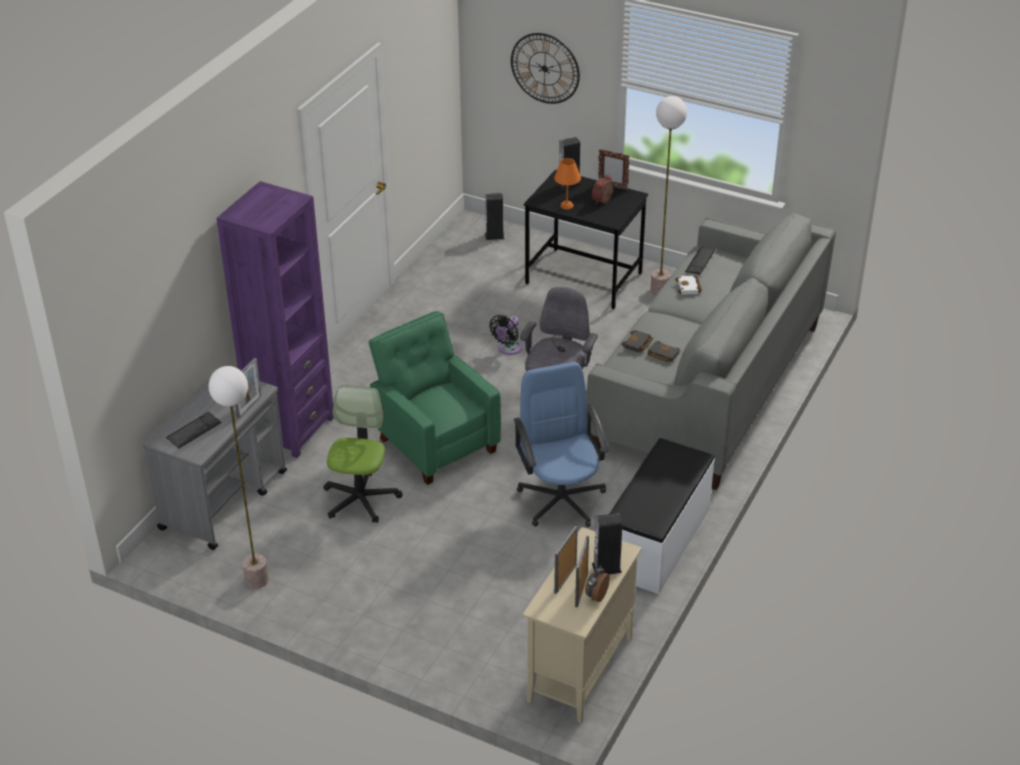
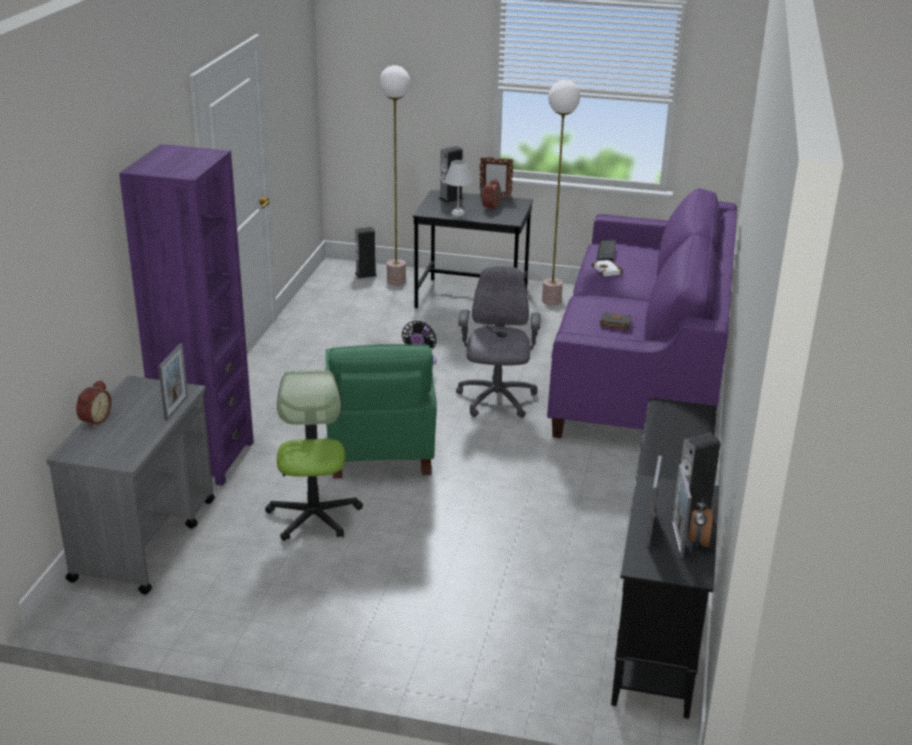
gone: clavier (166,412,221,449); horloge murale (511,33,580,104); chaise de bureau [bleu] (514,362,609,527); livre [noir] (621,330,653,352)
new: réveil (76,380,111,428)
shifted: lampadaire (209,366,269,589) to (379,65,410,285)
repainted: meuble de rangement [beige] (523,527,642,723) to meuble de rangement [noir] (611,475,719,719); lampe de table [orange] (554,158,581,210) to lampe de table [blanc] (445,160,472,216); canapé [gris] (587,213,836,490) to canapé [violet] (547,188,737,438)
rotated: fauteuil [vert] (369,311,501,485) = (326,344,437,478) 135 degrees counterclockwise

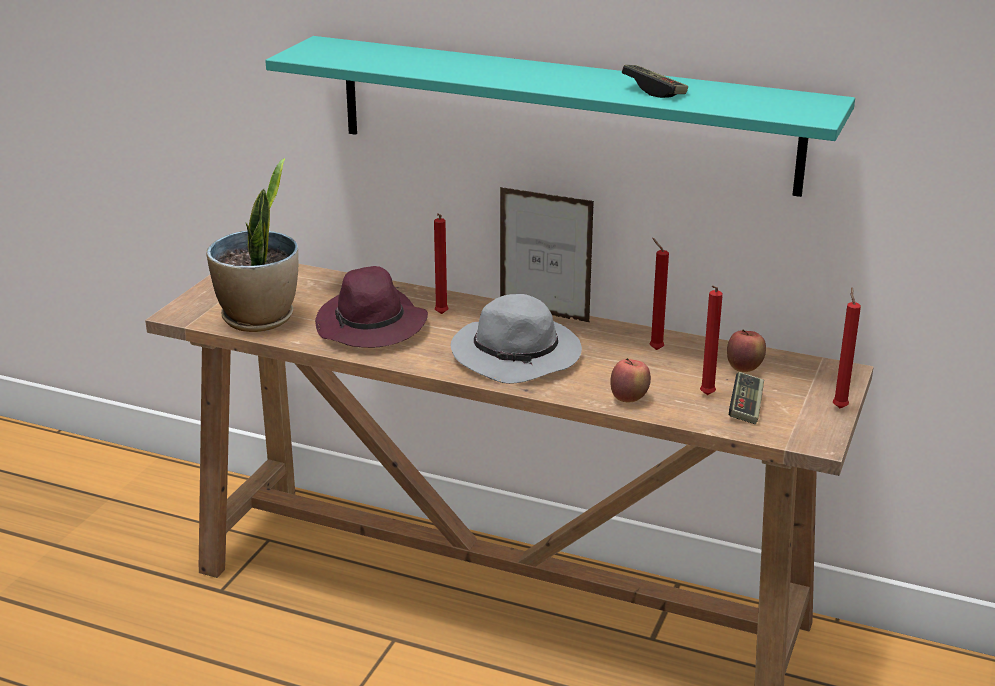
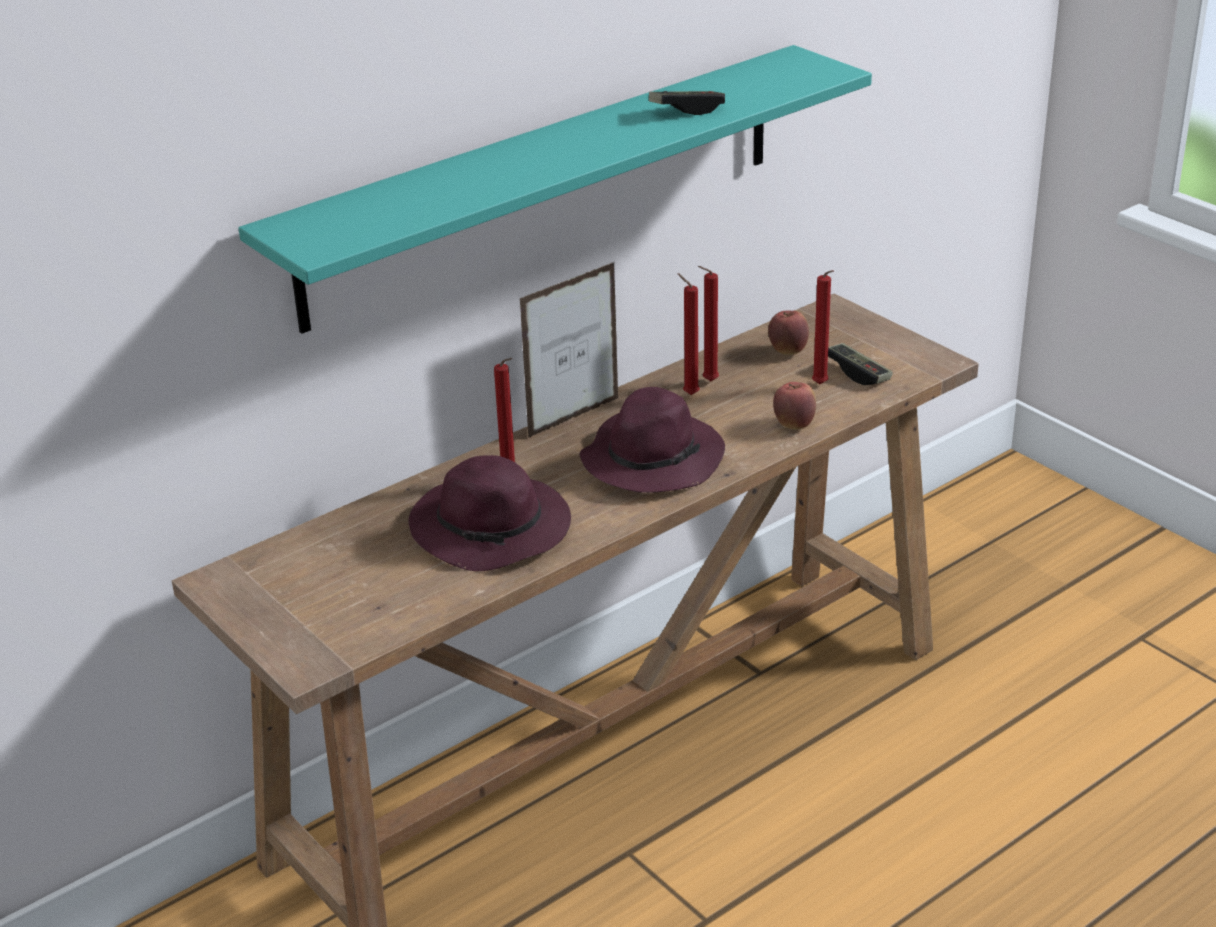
gone: plante en pot (206,158,298,332)
shifted: bougie [rouge] (833,287,861,408) to (678,273,700,395)
repainted: chapeau [gris] (451,294,582,384) to chapeau [violet] (579,387,725,493)

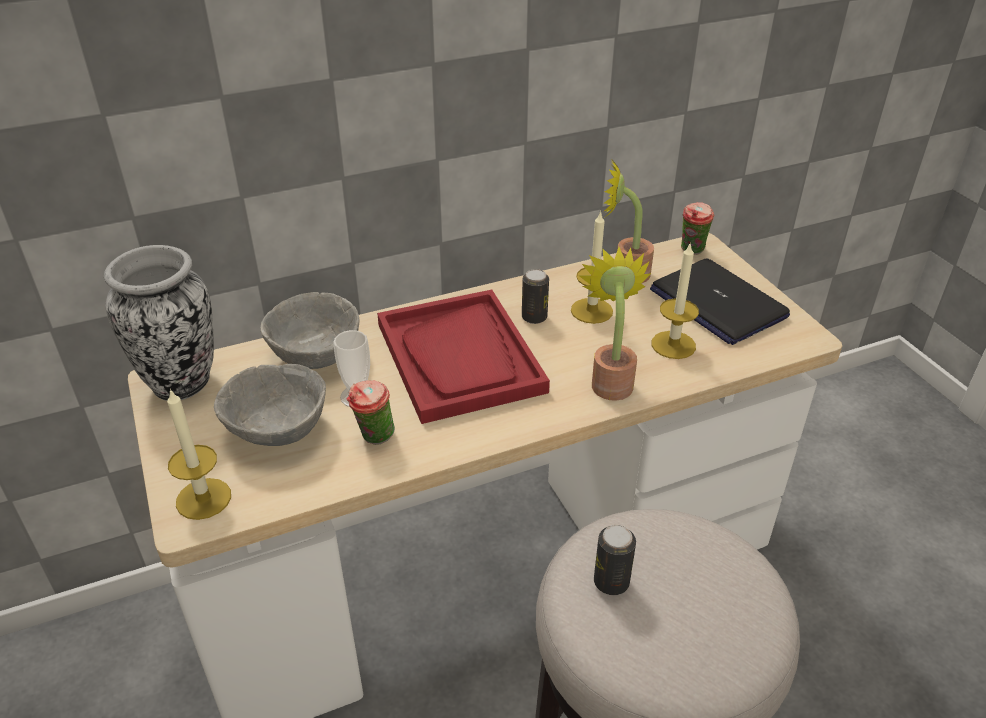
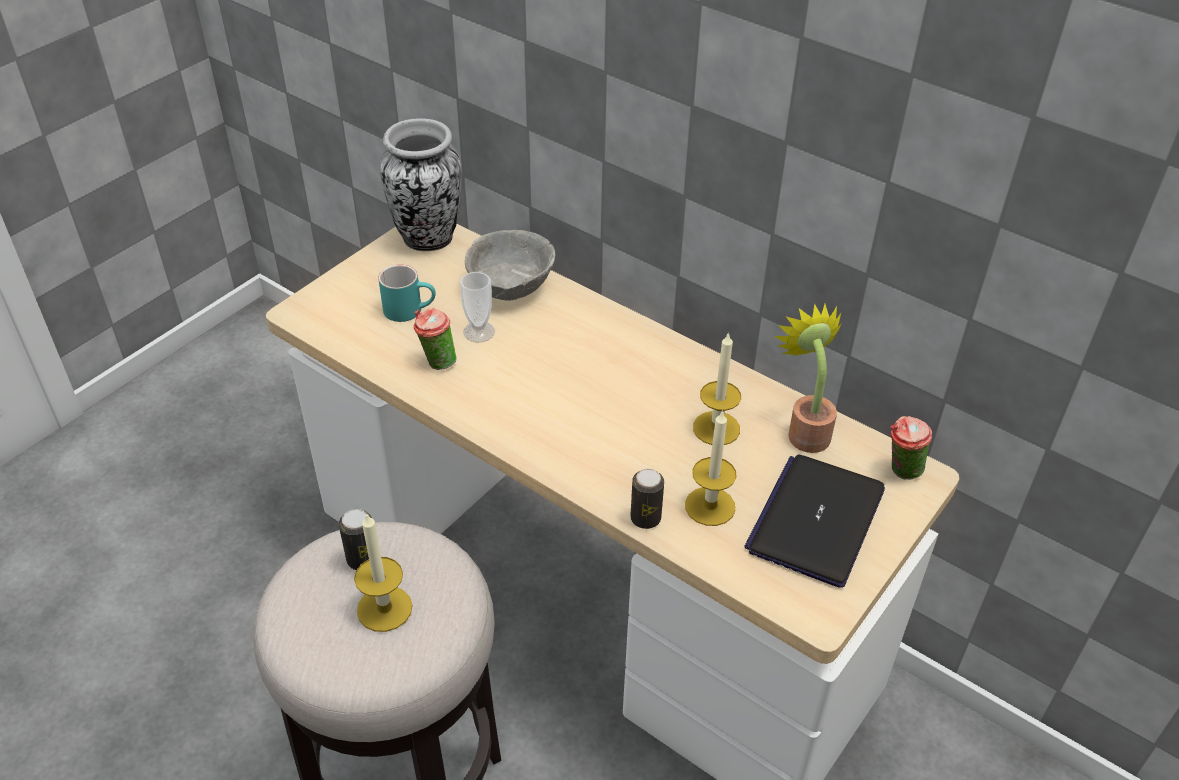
gone: plateau [rouge] (377,290,550,424); plante en pot (579,247,651,401)
shifted: bougie (167,388,231,520) to (354,513,413,632); boîte métallique (522,269,549,324) to (630,469,664,529)
swapped: bol [gris] (214,364,326,446) to mug [turquoise] (378,265,436,322)

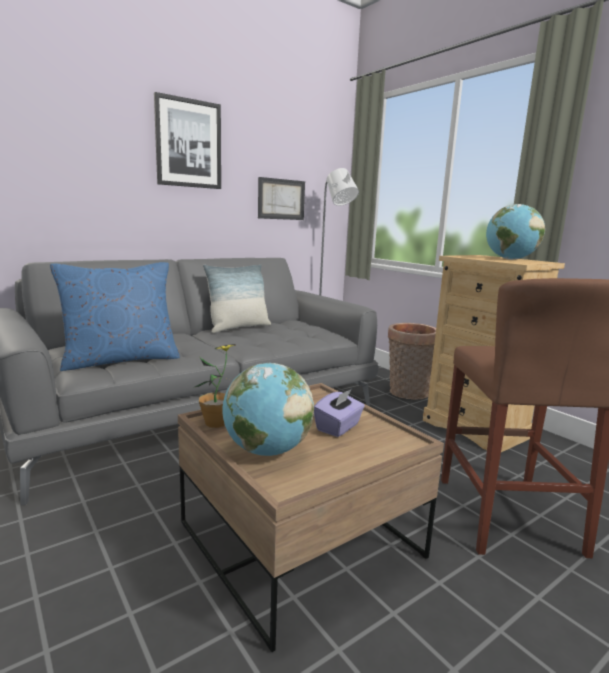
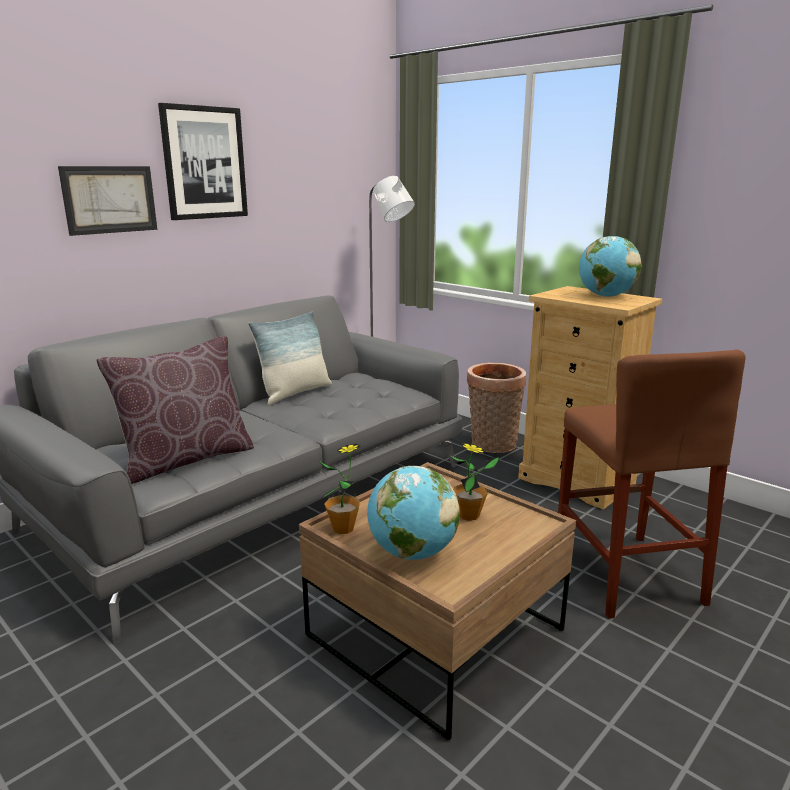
shifted: tableau (258,177,305,220) to (58,166,157,236)
swapped: boîte à mouchoirs [violet] (314,389,365,437) to plante en pot (450,443,499,521)
repainted: coussin [bleu] (50,262,180,371) to coussin [marron] (96,336,254,484)

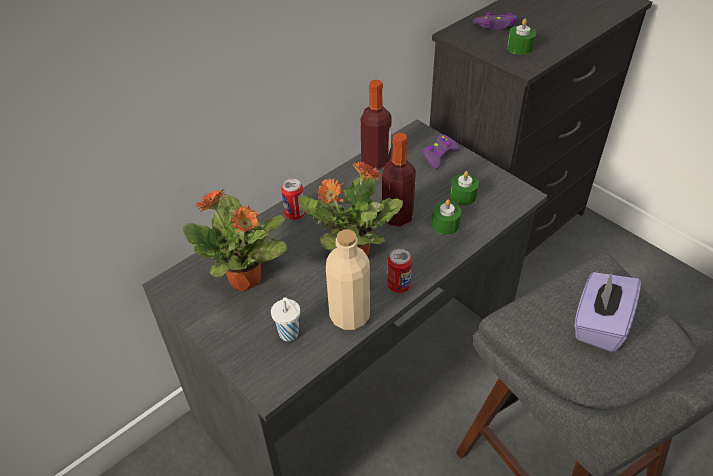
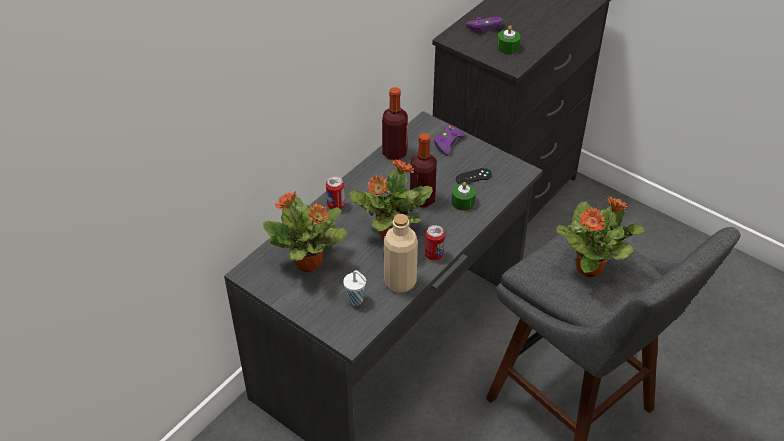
swapped: bougie [vert] (450,171,479,205) to manette [noir] (456,168,492,184); boîte à mouchoirs [violet] (574,272,641,352) to plante en pot (556,196,645,278)

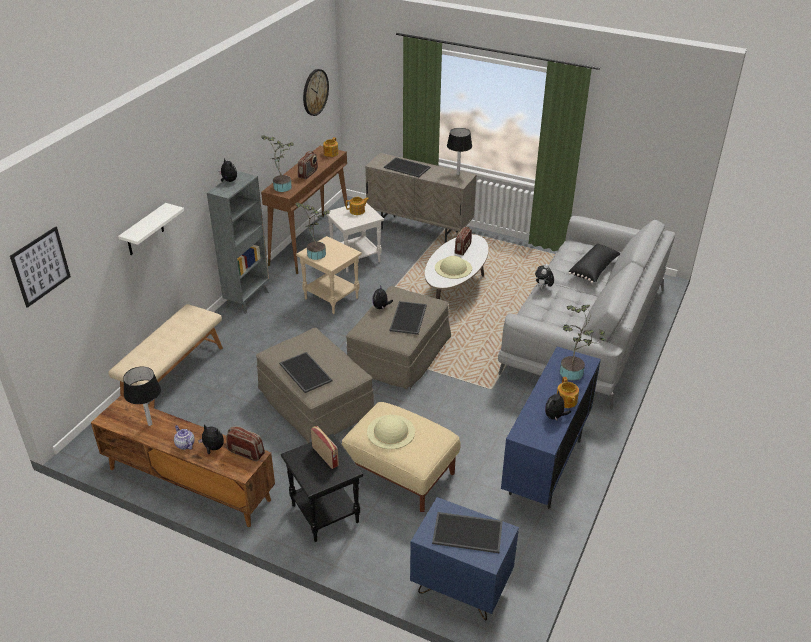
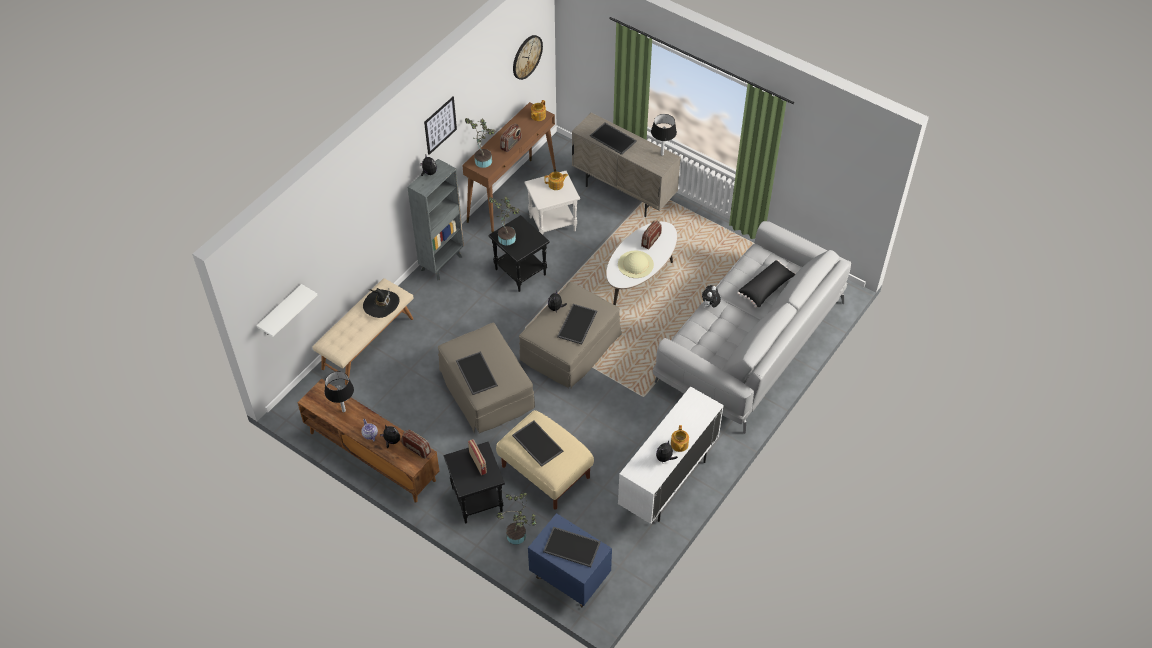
new: chapeau [noir] (363,288,400,318)
shifted: tableau (10,226,71,308) to (424,97,457,155); étagère [blanc] (118,203,184,255) to (256,284,317,337); plante en pot (560,305,606,380) to (497,492,537,545)
swapped: chapeau [beige] (367,415,415,449) to plateau (512,420,563,467)
repainted: table d'appoint [beige] (296,236,362,314) to table d'appoint [noir] (488,215,550,292); meuble de rangement [bleu] (501,347,601,509) to meuble de rangement [blanc] (618,386,724,524)

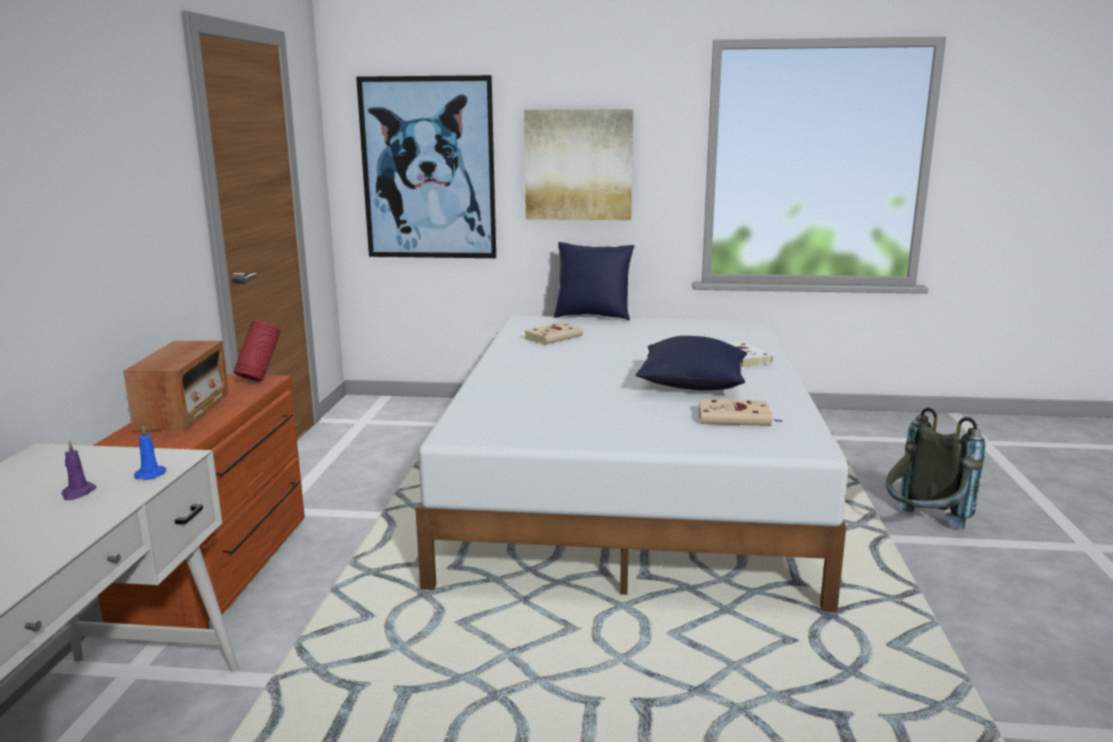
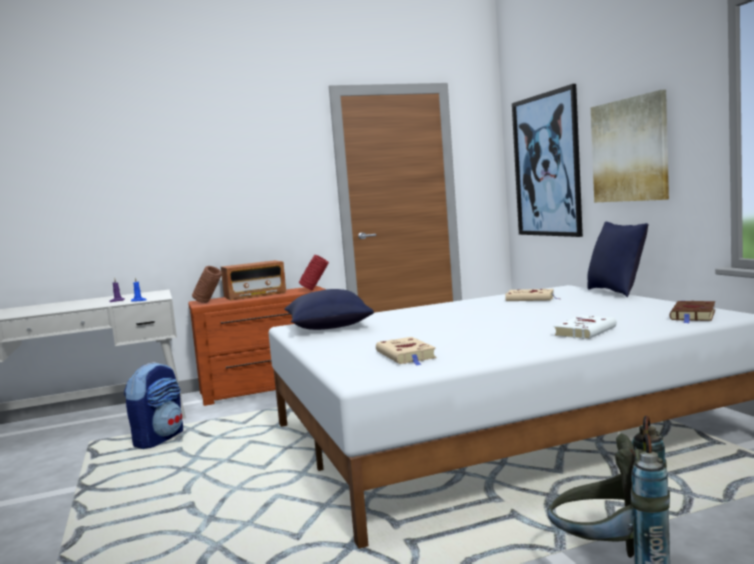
new: sac à dos (124,362,183,449); vase [marron] (192,266,222,303); livre [marron] (670,301,715,323)
shifted: coussin [bleu] (636,336,747,391) to (284,289,374,330)

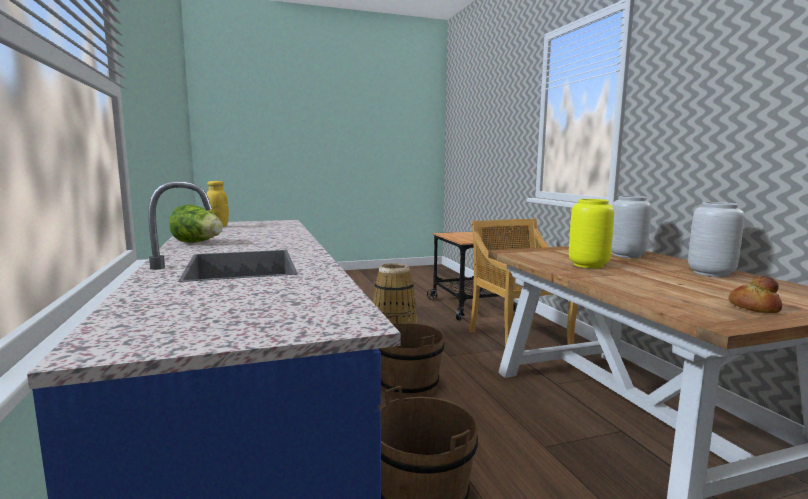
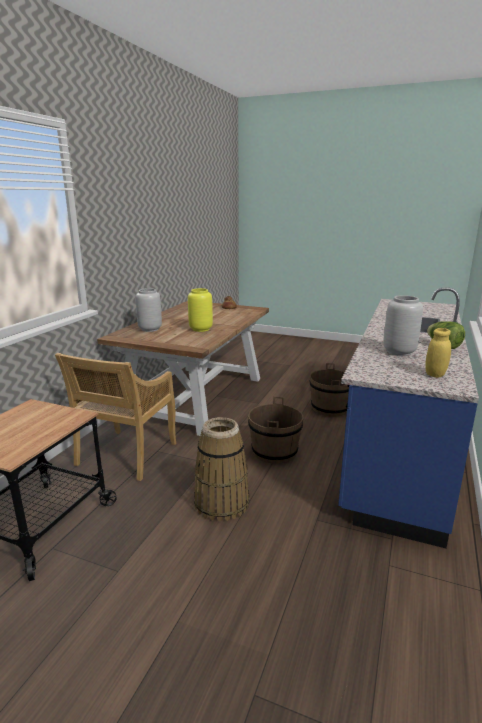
shifted: vase [gris] (688,202,744,277) to (383,295,423,356)

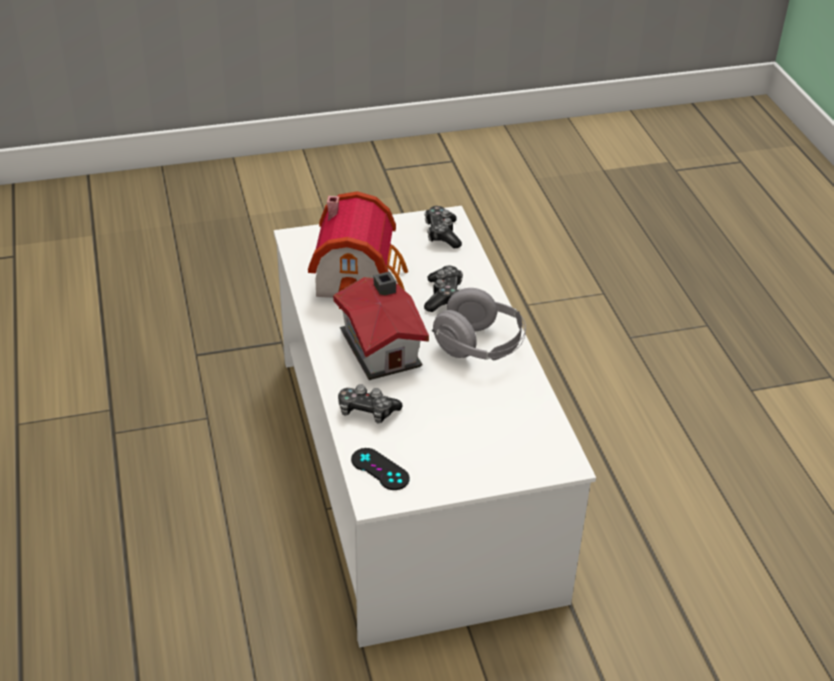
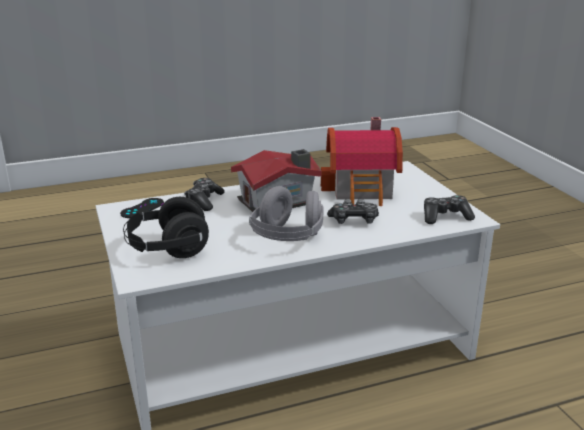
new: casque audio [noir] (123,197,209,258)

